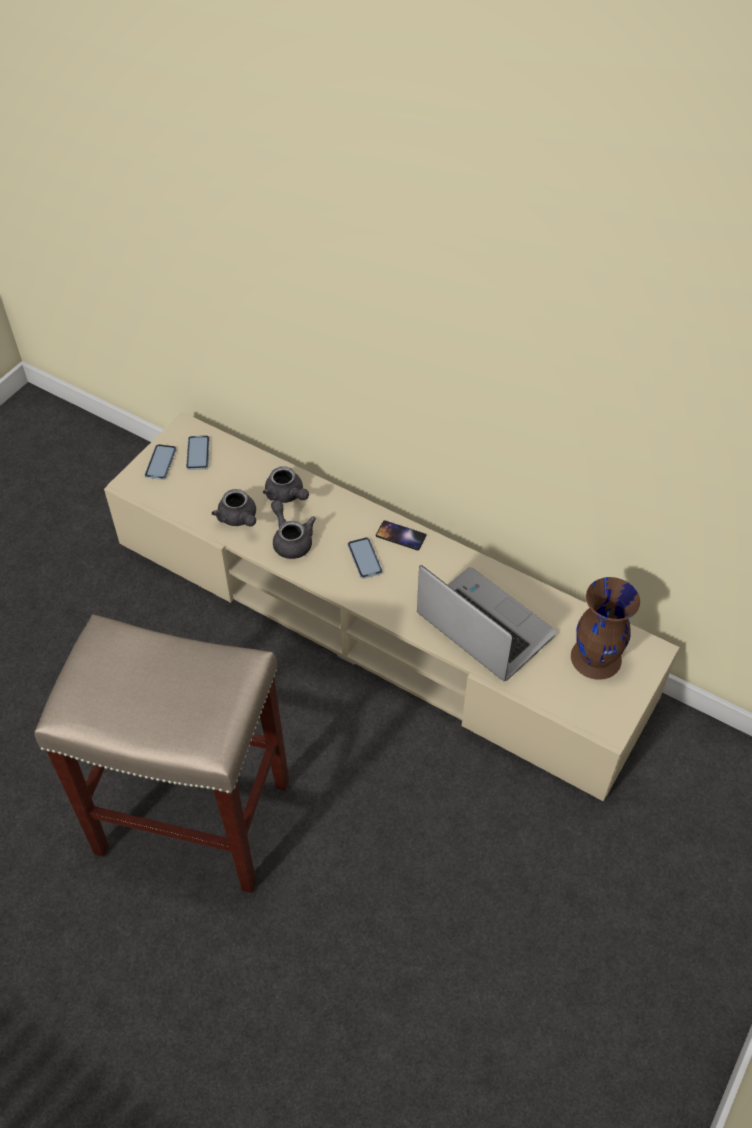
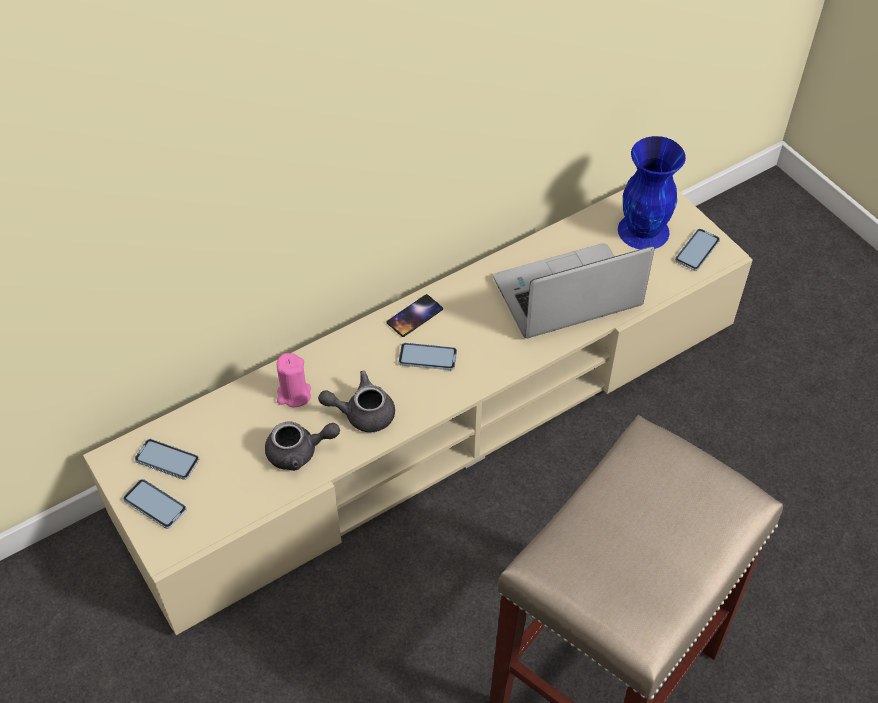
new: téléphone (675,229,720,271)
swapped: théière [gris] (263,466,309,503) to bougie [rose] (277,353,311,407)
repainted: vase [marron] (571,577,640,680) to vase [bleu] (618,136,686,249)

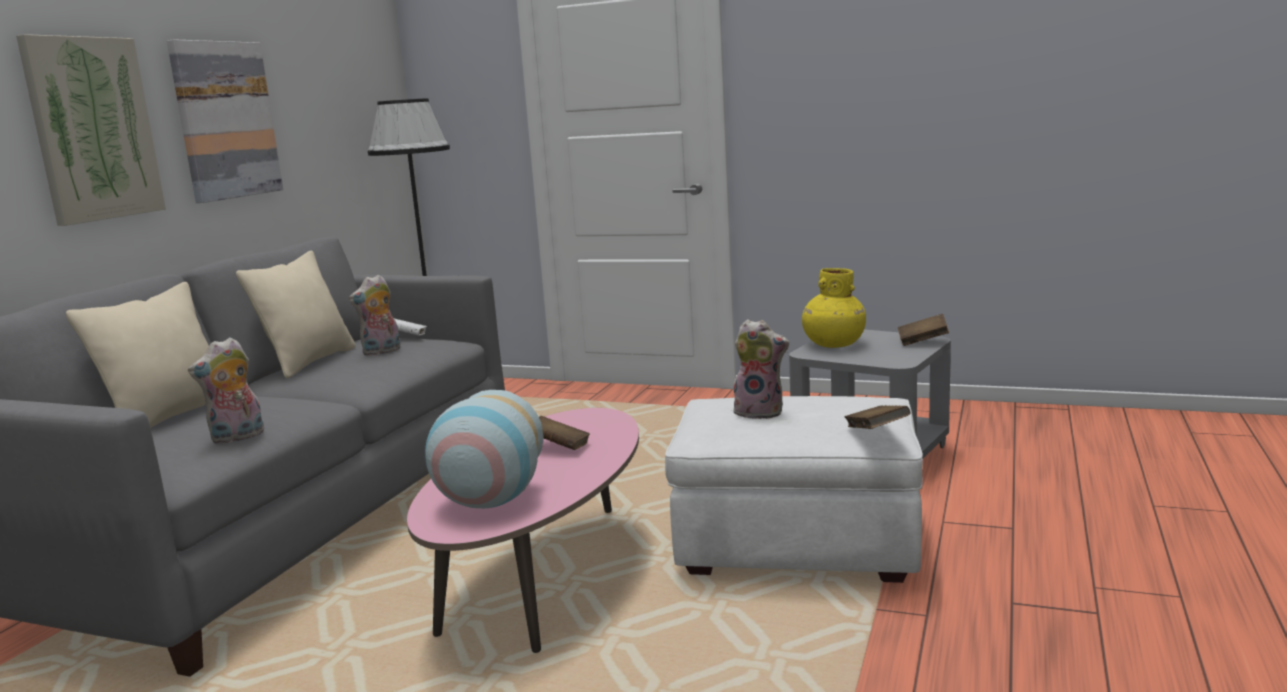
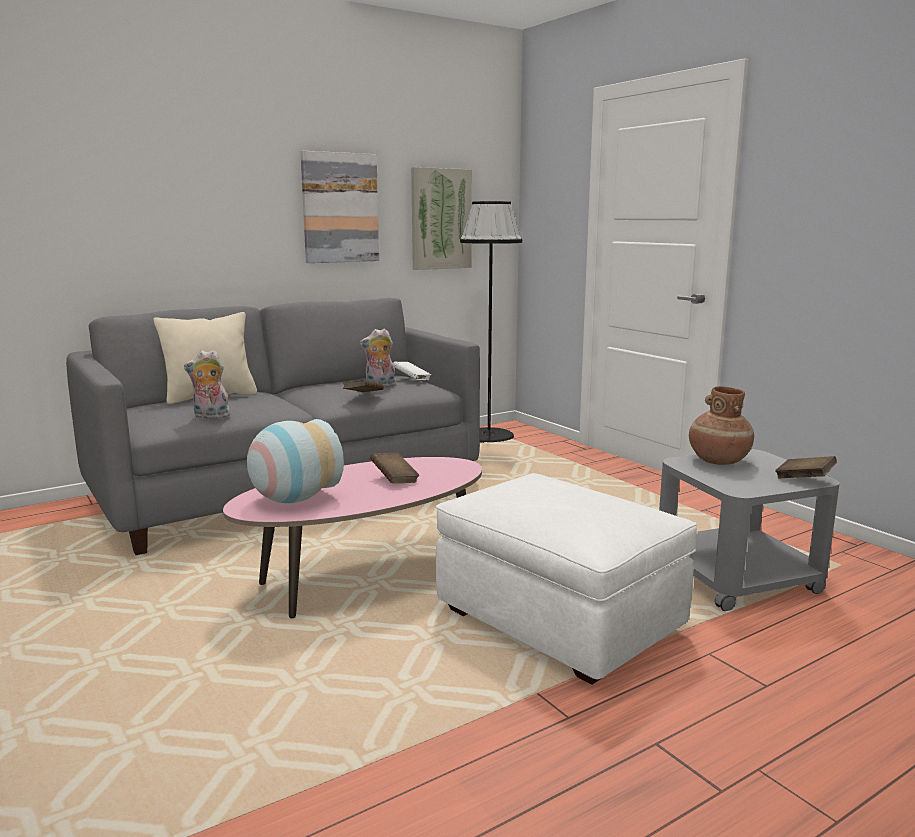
gone: coussin [beige] (236,251,356,378); peluche (733,319,789,419)
shifted: tableau (16,34,166,226) to (411,167,472,270); livre [marron] (845,405,910,429) to (343,380,384,392)
repainted: vase [jaune] (802,268,866,348) to vase [marron] (689,386,754,465)

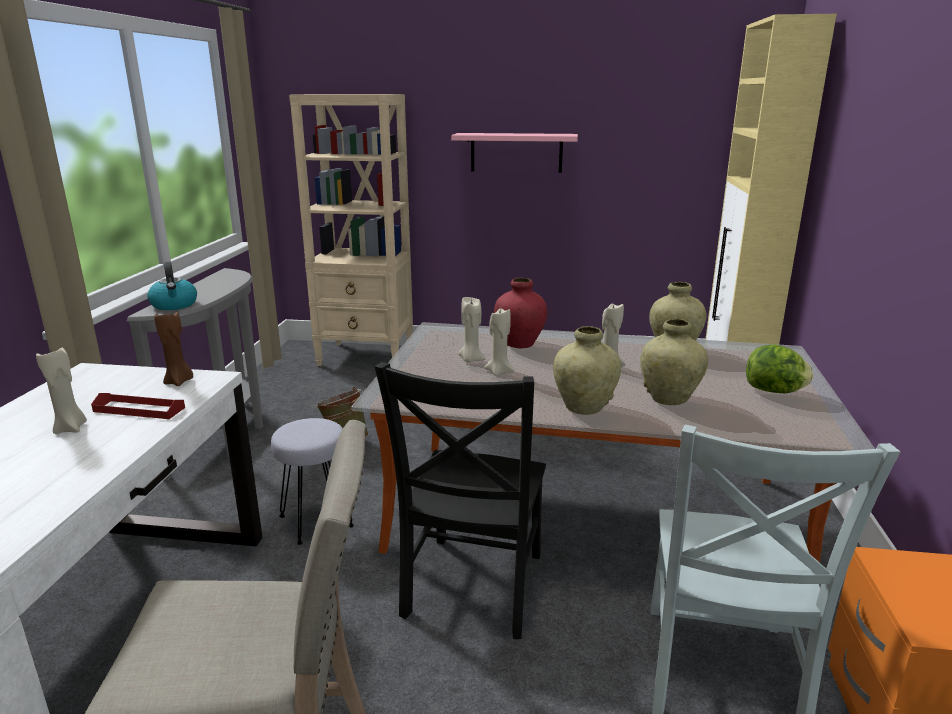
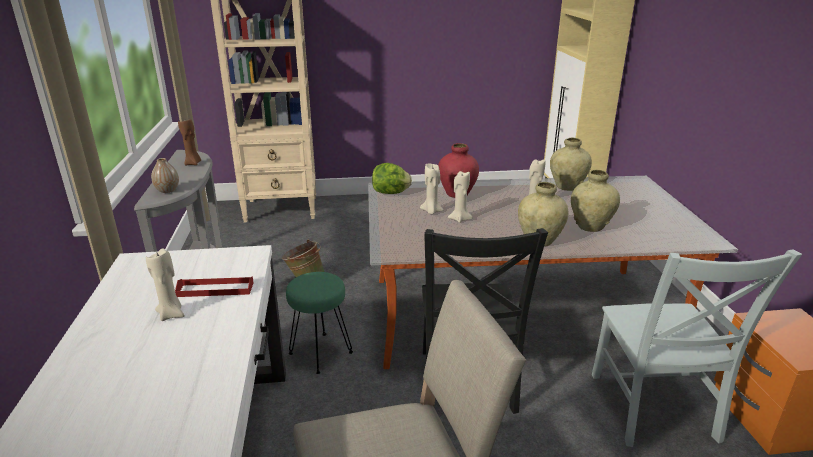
gone: étagère [rose] (451,133,578,173)
shifted: bougie [marron] (154,312,193,386) to (178,119,201,166); laitue (746,344,813,393) to (372,163,412,194)
swapped: bouilloire (147,262,197,310) to vase (151,158,179,193)
repainted: tabouret [gris] (271,418,354,545) to tabouret [vert] (286,272,353,374)

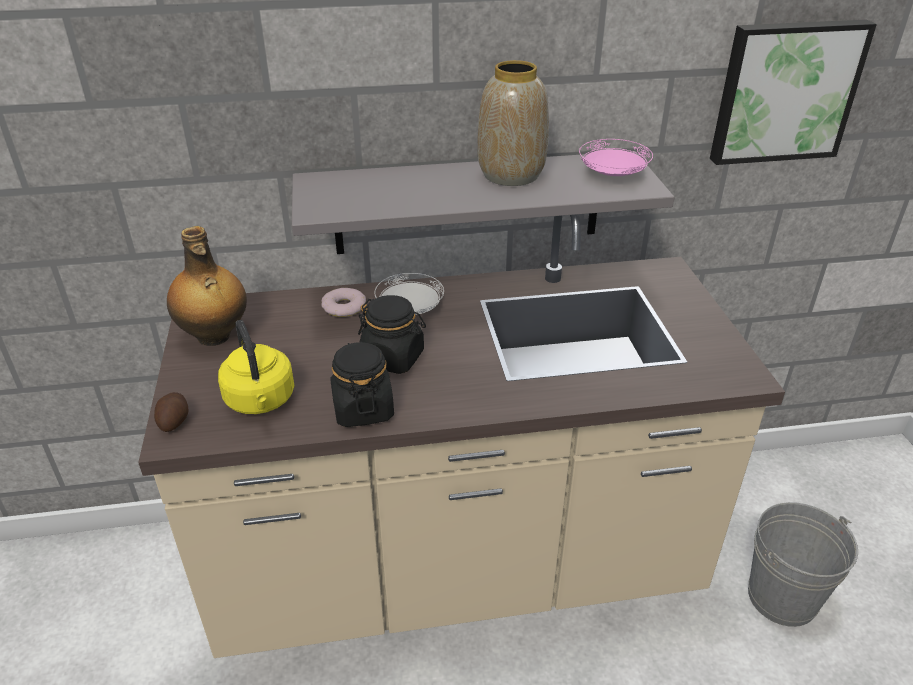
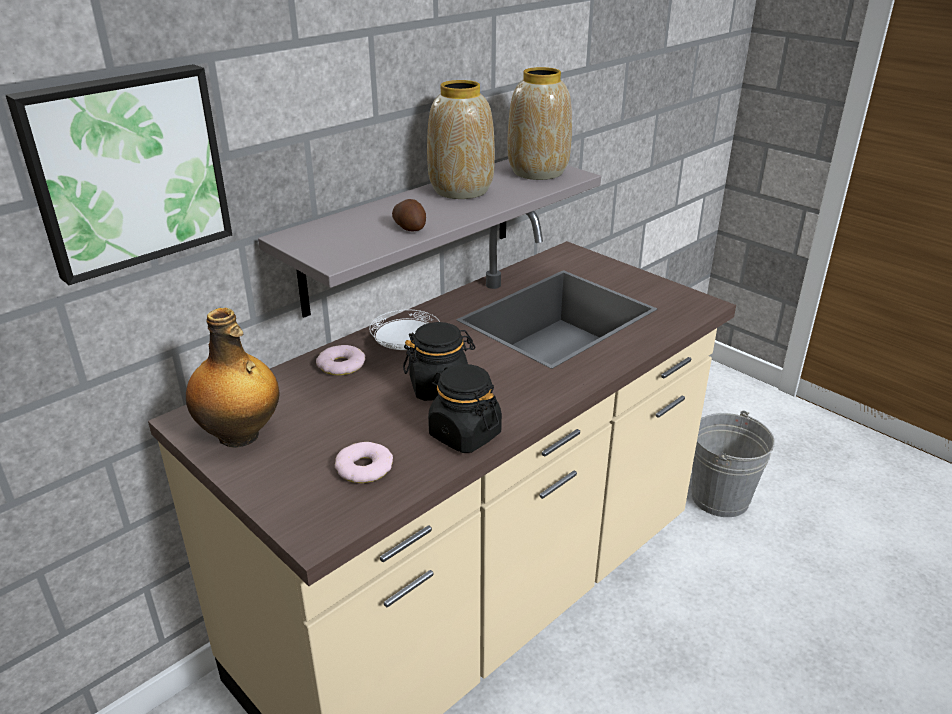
shifted: pomme de terre (154,392,188,432) to (392,199,426,231); tableau (710,19,877,165) to (6,64,232,285)
swapped: bouilloire [jaune] (218,320,294,414) to beignet (335,442,393,483); assiette [rose] (579,139,653,176) to vase (508,67,572,180)

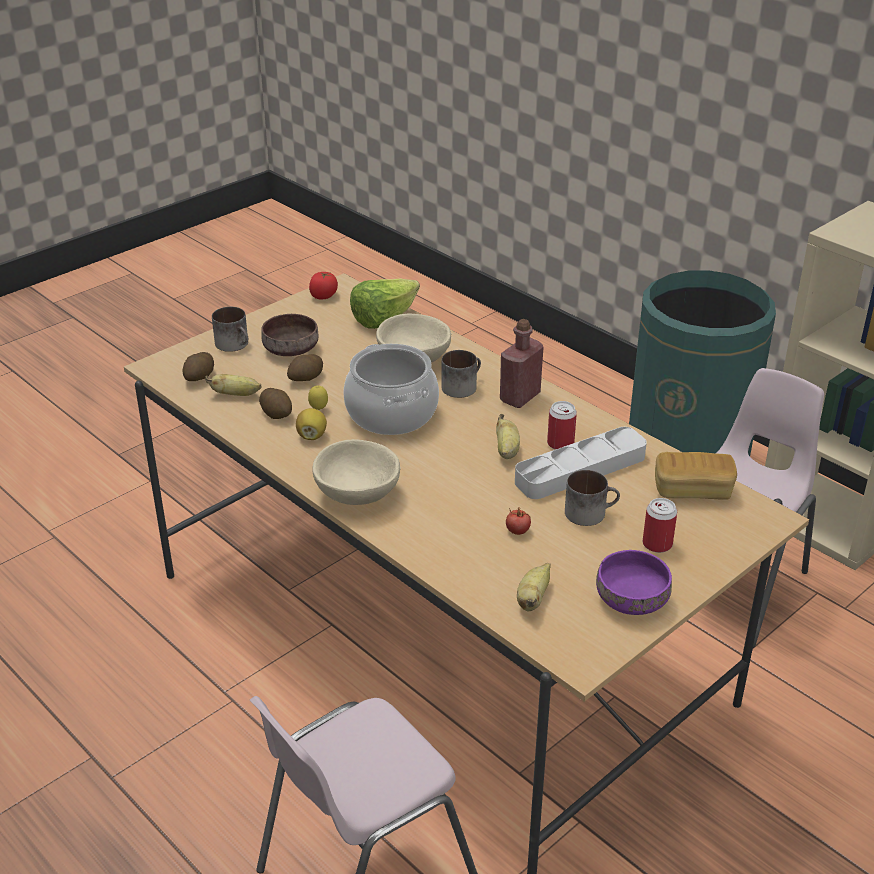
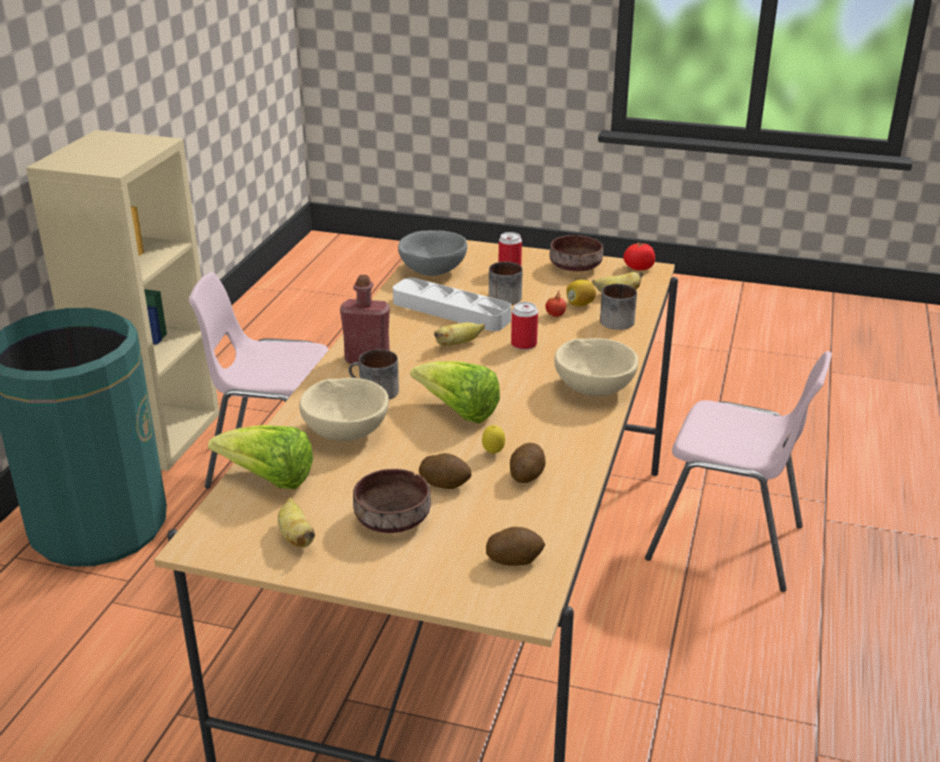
shifted: banane (205,374,261,396) to (278,497,315,547); mug (212,307,248,352) to (600,284,637,330); citron (296,408,327,440) to (566,280,596,306); tomate (309,272,338,299) to (623,241,655,270); boîte métallique (547,401,577,450) to (511,302,538,350)
swapped: marmite (343,344,439,435) to laitue (410,361,500,423); pain (655,452,737,500) to bol [gris] (398,230,467,276)
repainted: bol [violet] (596,550,672,615) to bol [marron] (550,235,603,272)

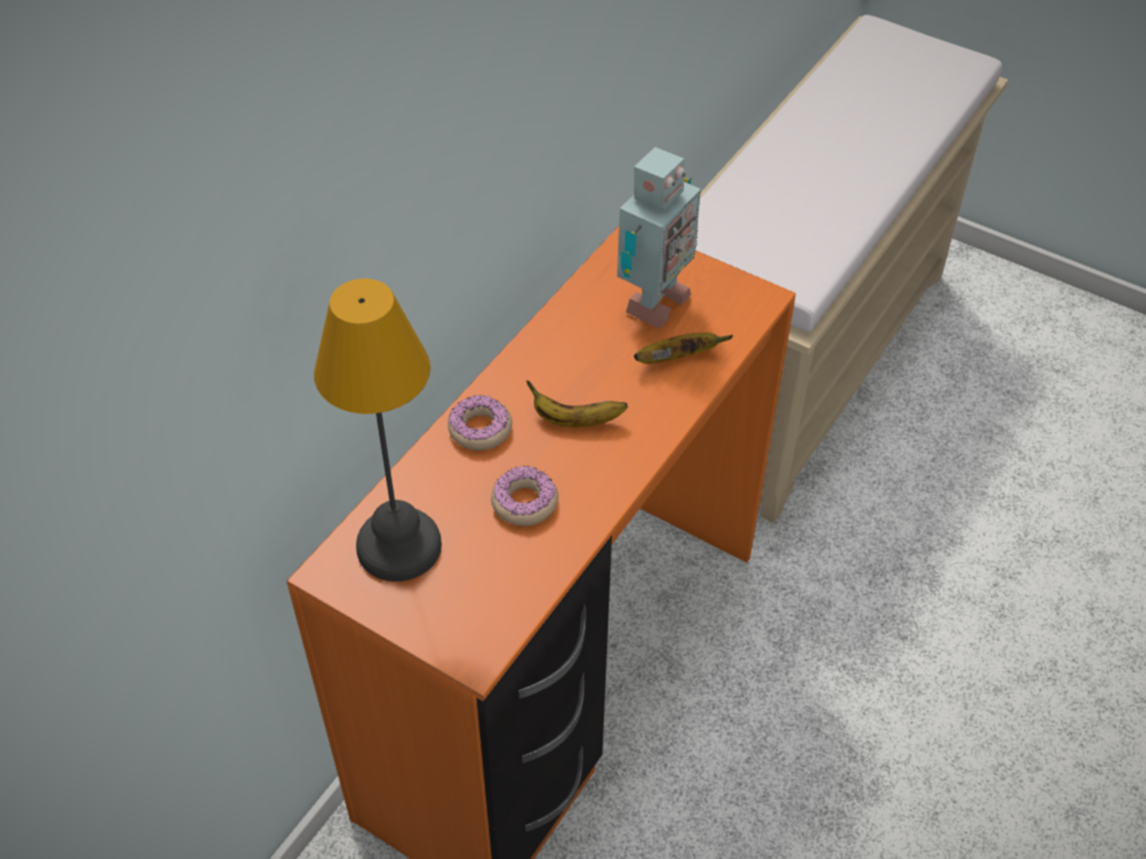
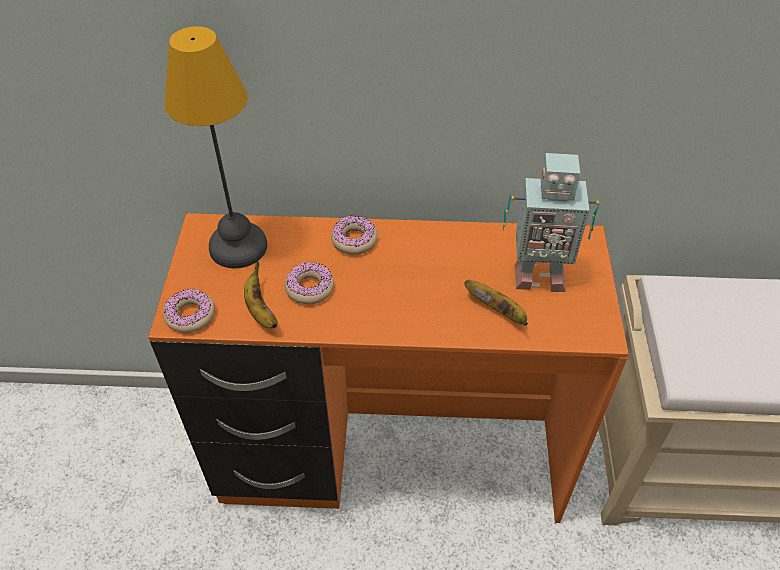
new: beignet (163,288,215,333)
shifted: banane (527,381,627,427) to (244,261,278,328)

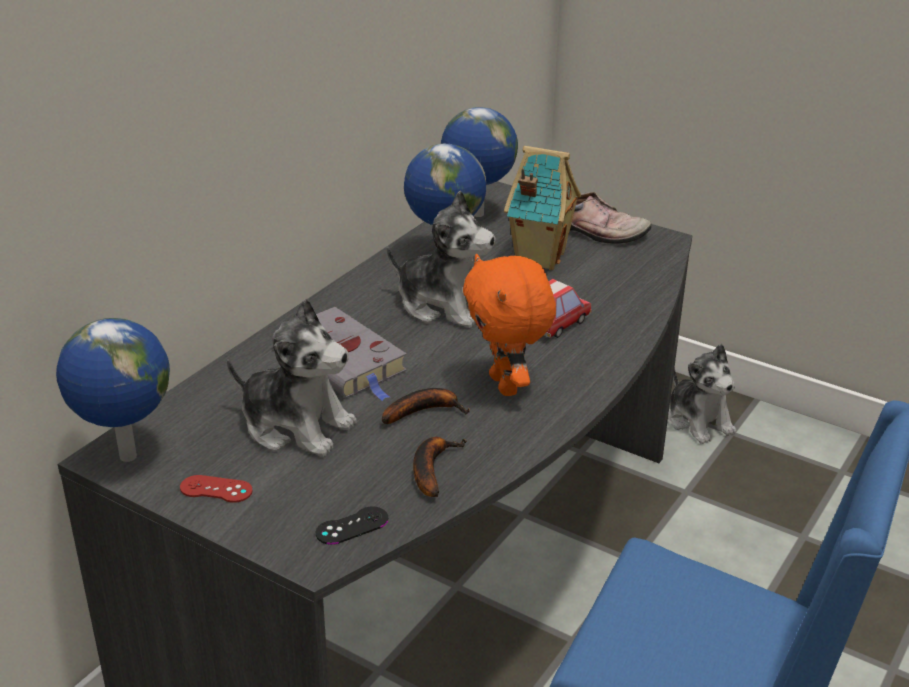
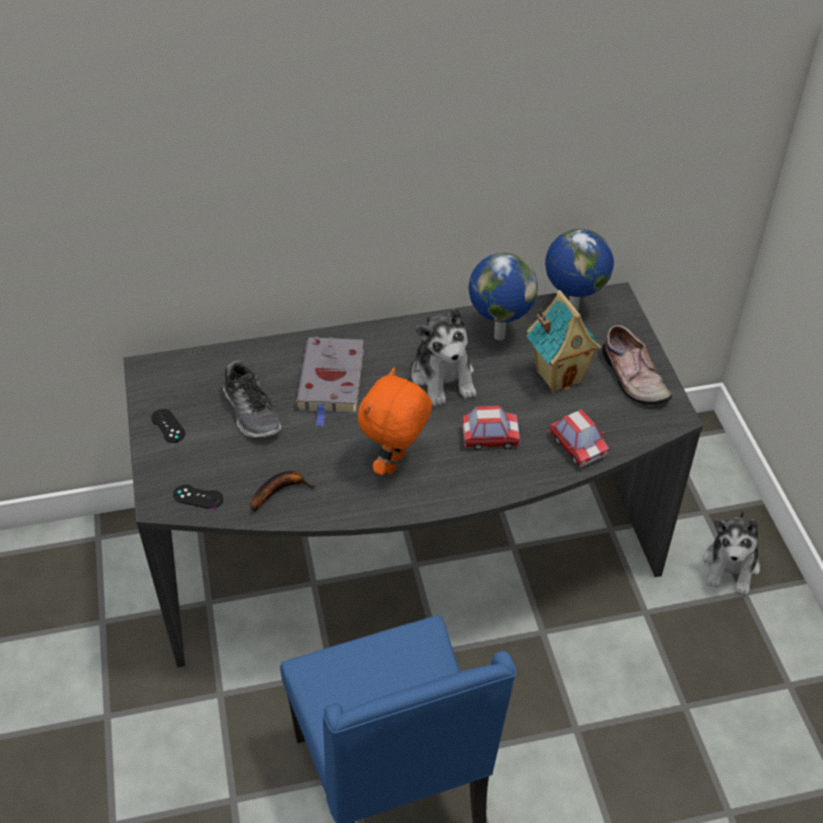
gone: globe (56,318,170,462); banane (382,388,470,424)
new: petite voiture (549,409,609,467)
swapped: peluche (227,298,357,457) to chaussure (223,360,281,438)
repainted: manette [rouge] (180,475,253,503) to manette [noir] (151,409,185,443)

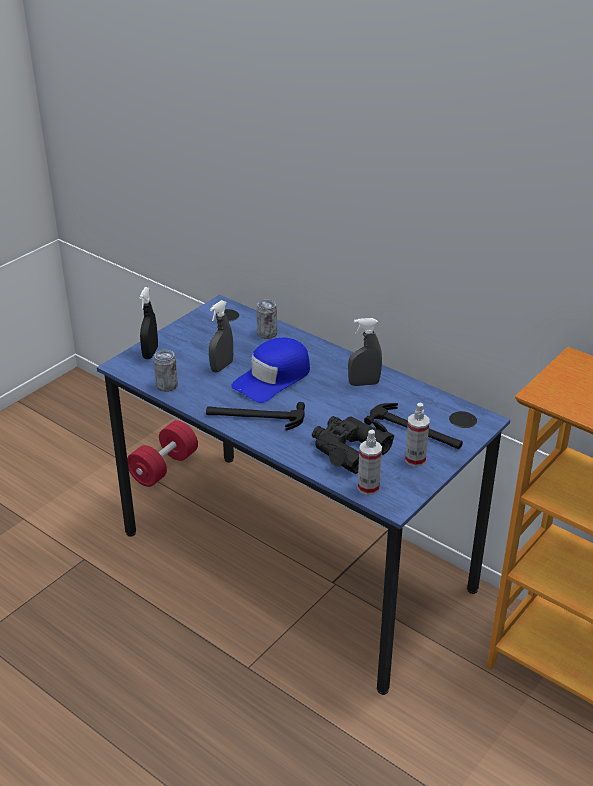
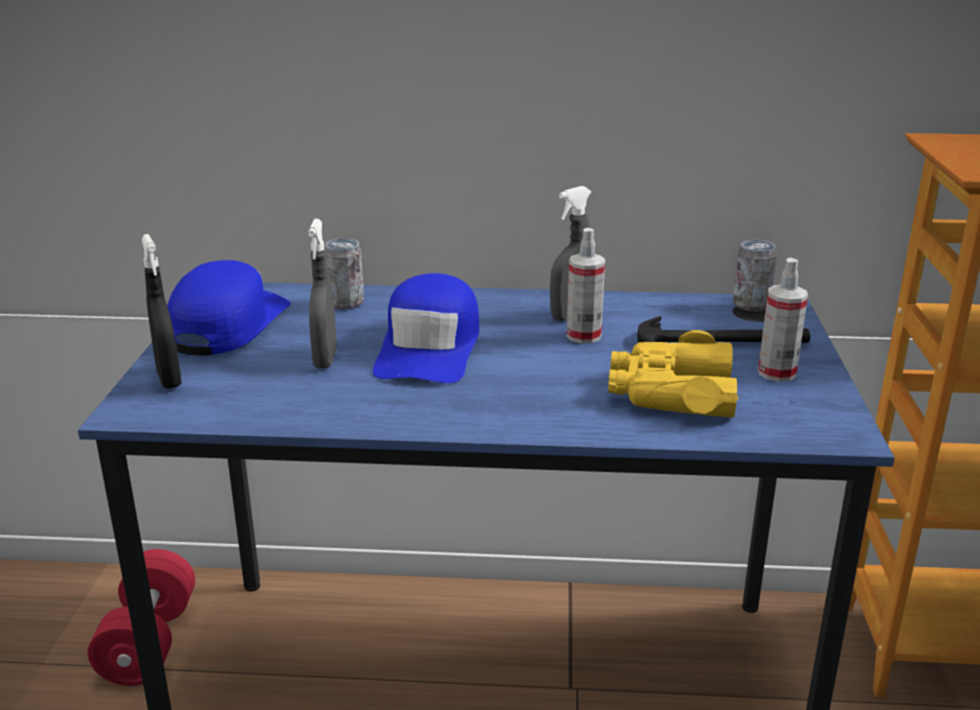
gone: marteau (206,402,305,431)
new: casquette [bleu] (167,260,291,356)
shifted: boîte métallique (154,350,178,392) to (733,240,777,311); vaporisateur (358,430,382,495) to (566,228,605,344)
repainted: jumelles [noir] (312,416,394,474) to jumelles [jaune] (608,330,738,418)

